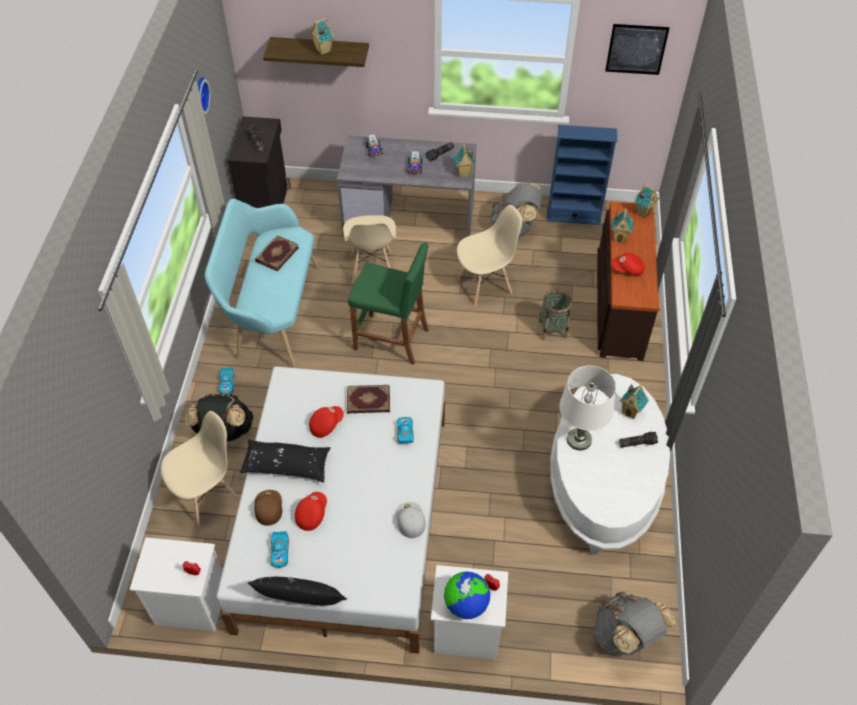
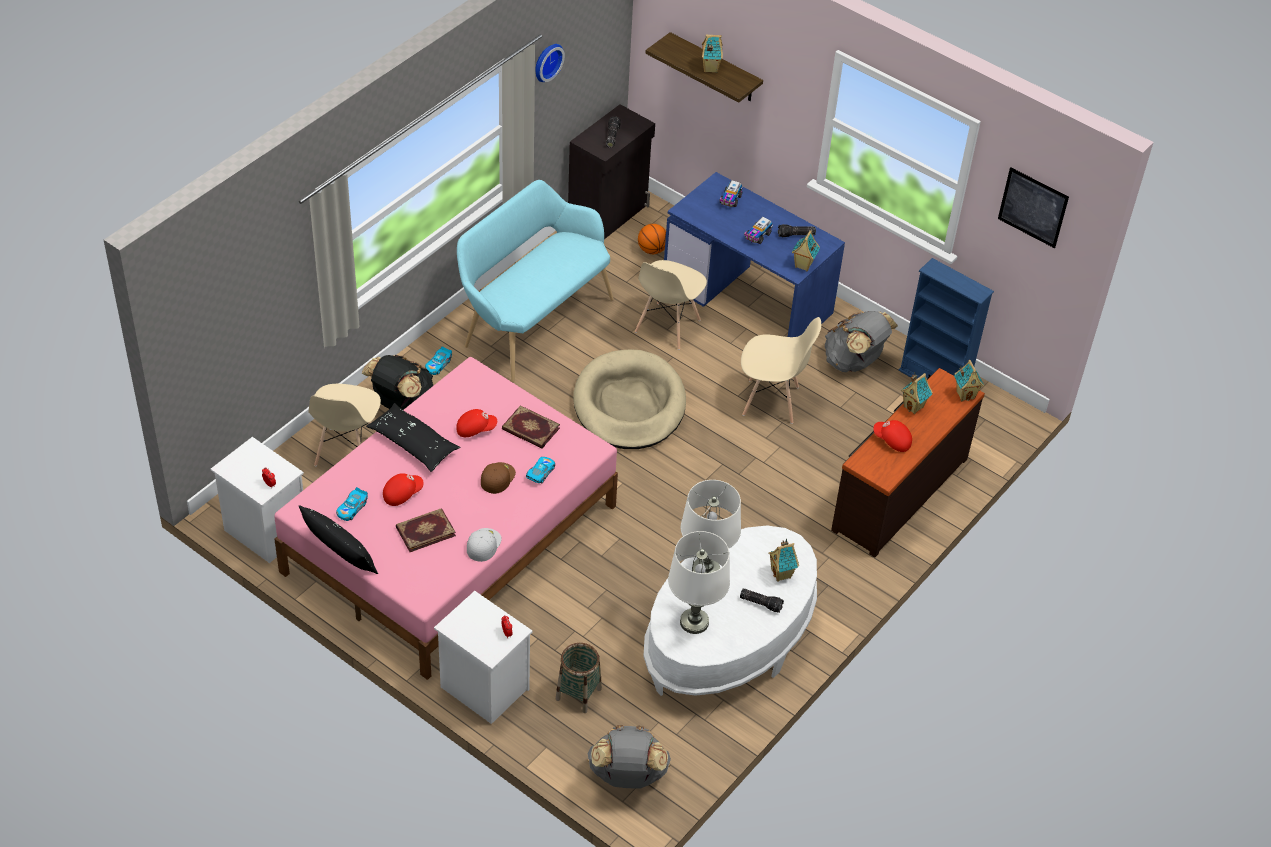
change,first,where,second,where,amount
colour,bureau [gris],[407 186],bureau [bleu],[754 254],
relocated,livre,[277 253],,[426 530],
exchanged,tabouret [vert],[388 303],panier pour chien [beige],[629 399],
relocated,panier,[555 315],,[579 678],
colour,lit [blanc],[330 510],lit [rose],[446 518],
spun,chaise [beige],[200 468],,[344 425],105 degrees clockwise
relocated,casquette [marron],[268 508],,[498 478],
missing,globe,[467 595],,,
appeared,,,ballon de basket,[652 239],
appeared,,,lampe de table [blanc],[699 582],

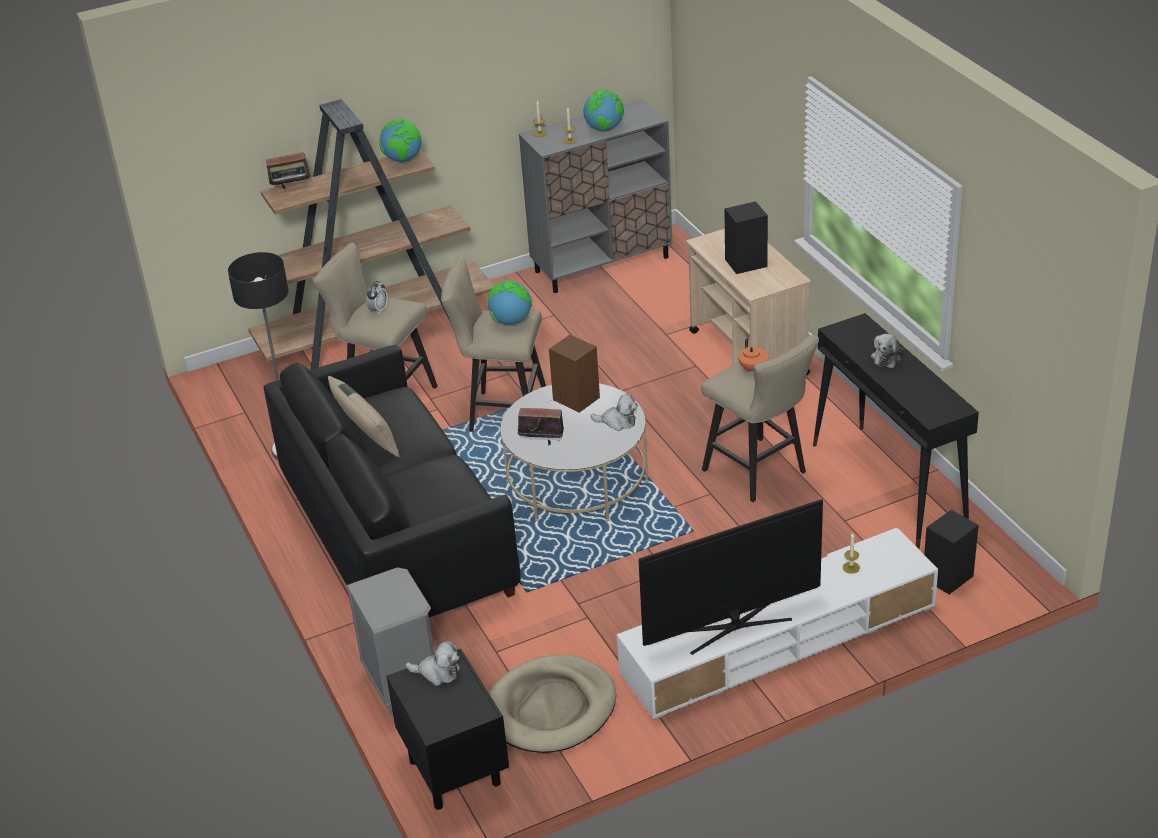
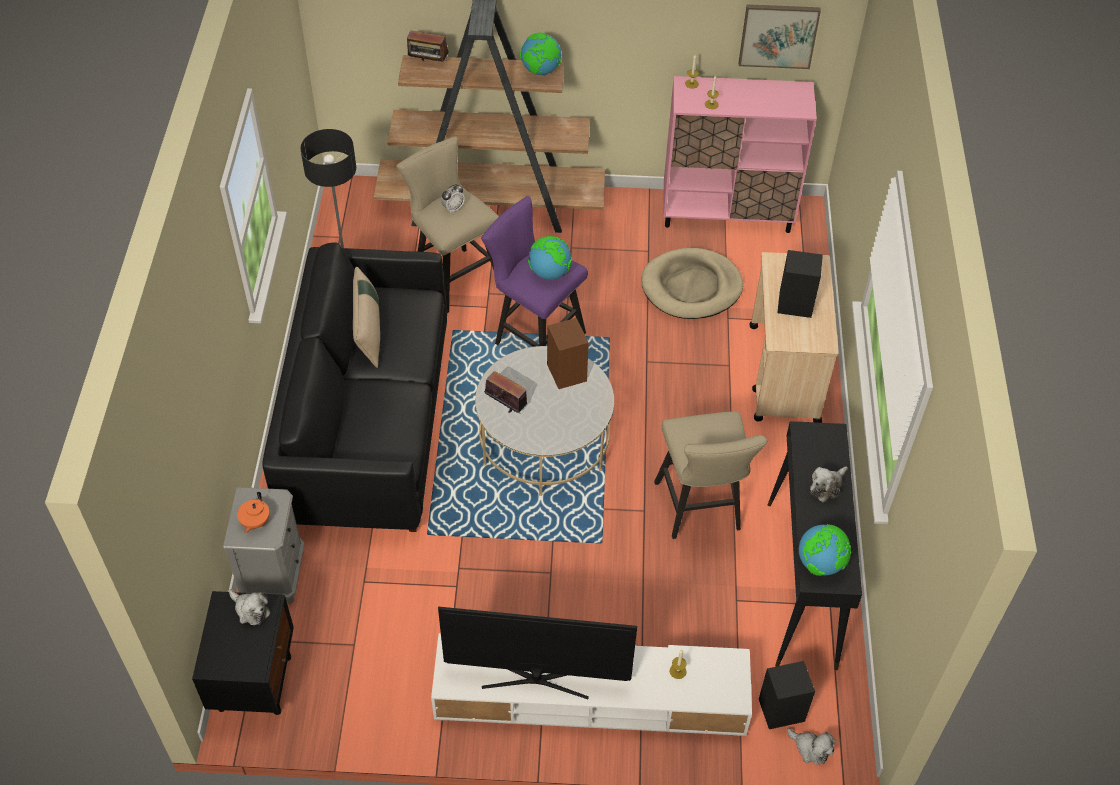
change,first,where,second,where,amount
relocated,globe,[603 111],,[825 550],
colour,meuble de rangement [gris],[595 196],meuble de rangement [rose],[740 154],
colour,tabouret [beige],[493 345],tabouret [violet],[534 271],
relocated,théière [orange],[753 354],,[253 513],
relocated,peluche,[614 412],,[811 746],
relocated,panier pour chien [beige],[552 704],,[692 283],
appeared,,,tableau,[780 36],

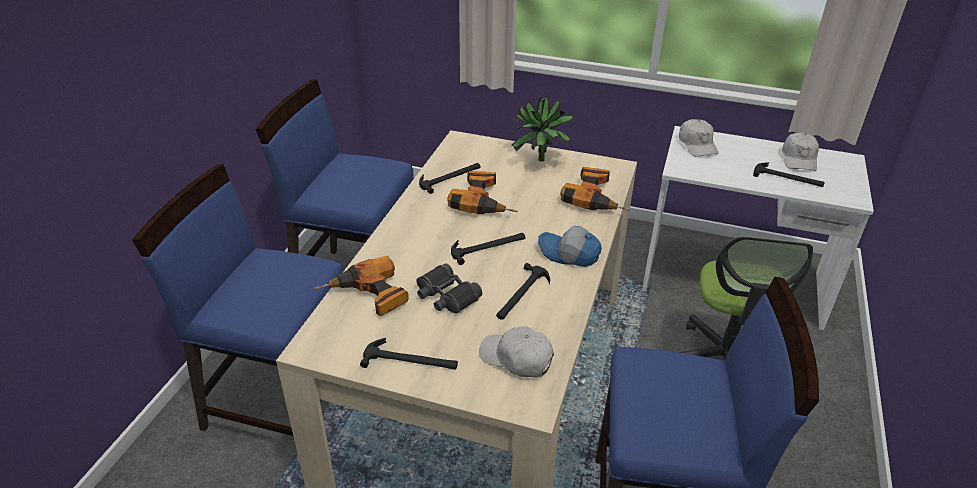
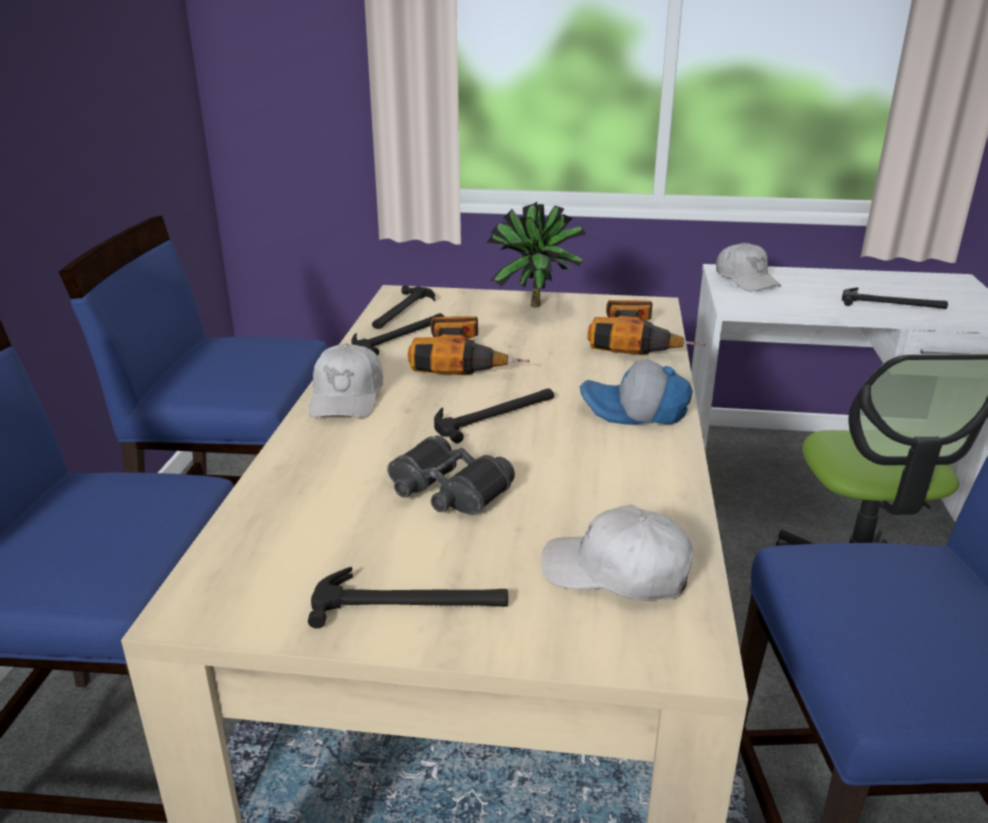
change,first,where,second,where,amount
relocated,casquette [blanc],[800 151],,[346 381],
missing,perceuse,[361 286],,,
relocated,marteau,[523 291],,[403 307],

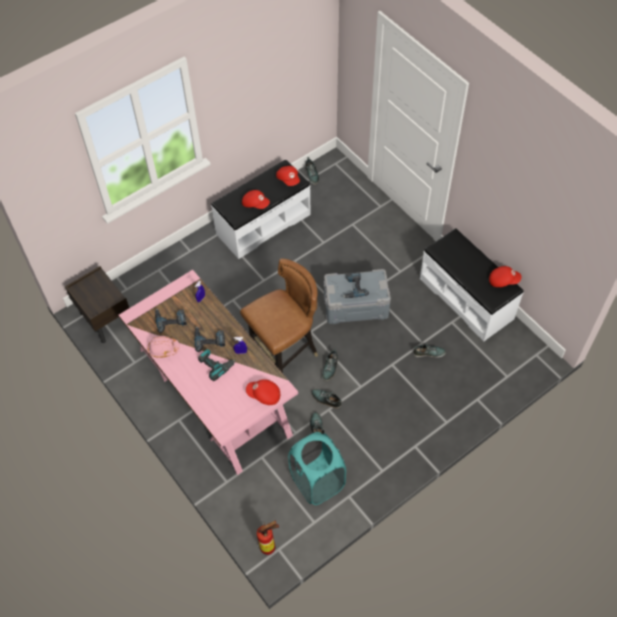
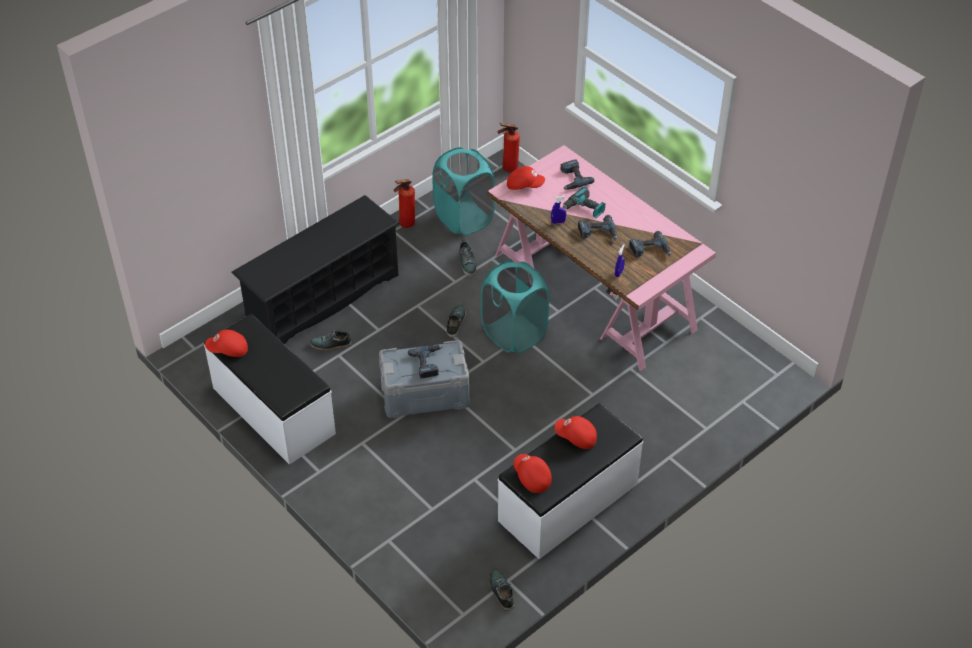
change,first,where,second,where,amount
exchanged,chaise [marron],[279 316],panier à linge [turquoise],[515 307],
missing,table de chevet [marron],[97 304],,,
missing,casque de chantier [rose],[164 347],,,
missing,chaussure,[326 399],,,
appeared,,,perceuse,[577 175],
appeared,,,extincteur,[404 203],
appeared,,,étagère à chaussures [noir],[315 269],

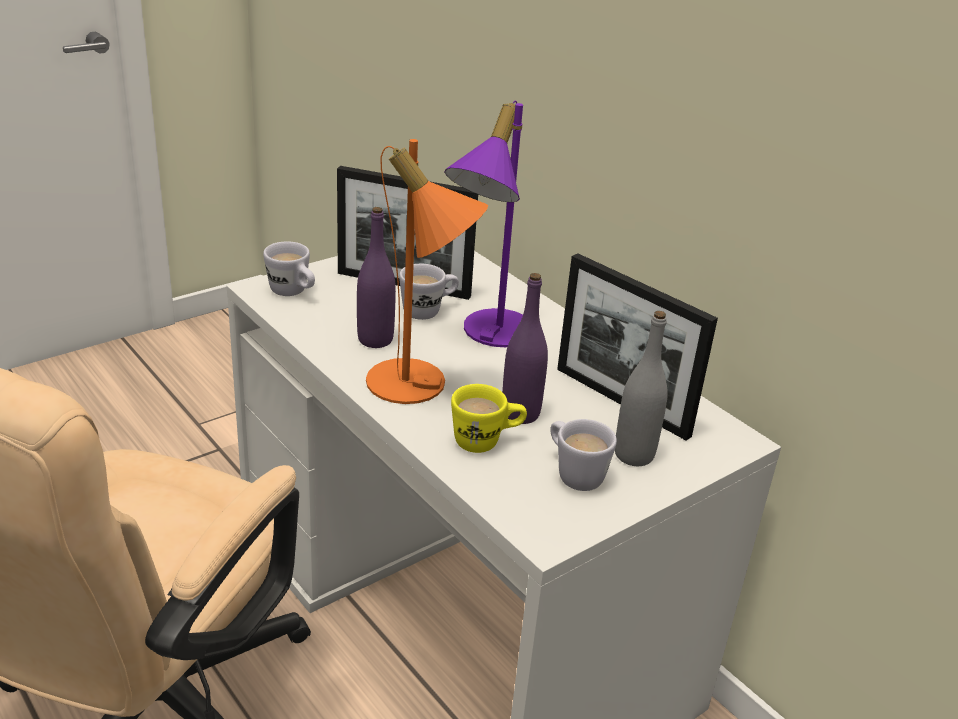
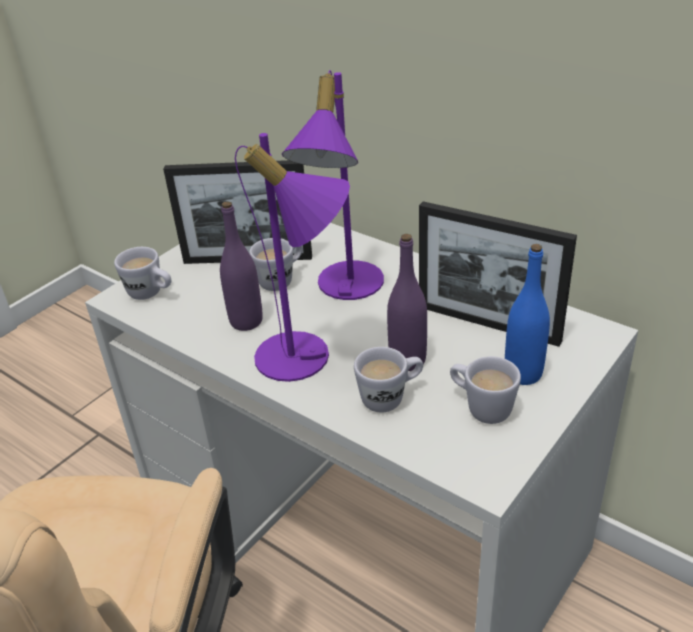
change,first,where,second,where,amount
colour,lampe de table [orange],[427 271],lampe de table [violet],[292 257],
colour,bouteille [gris],[641 388],bouteille [bleu],[527 314],
colour,mug [jaune],[489 418],mug [blanc],[388 379],

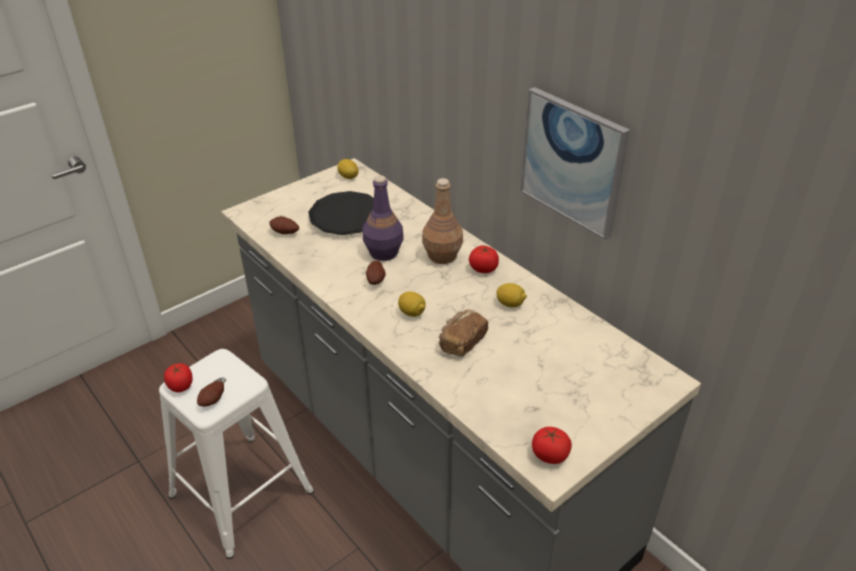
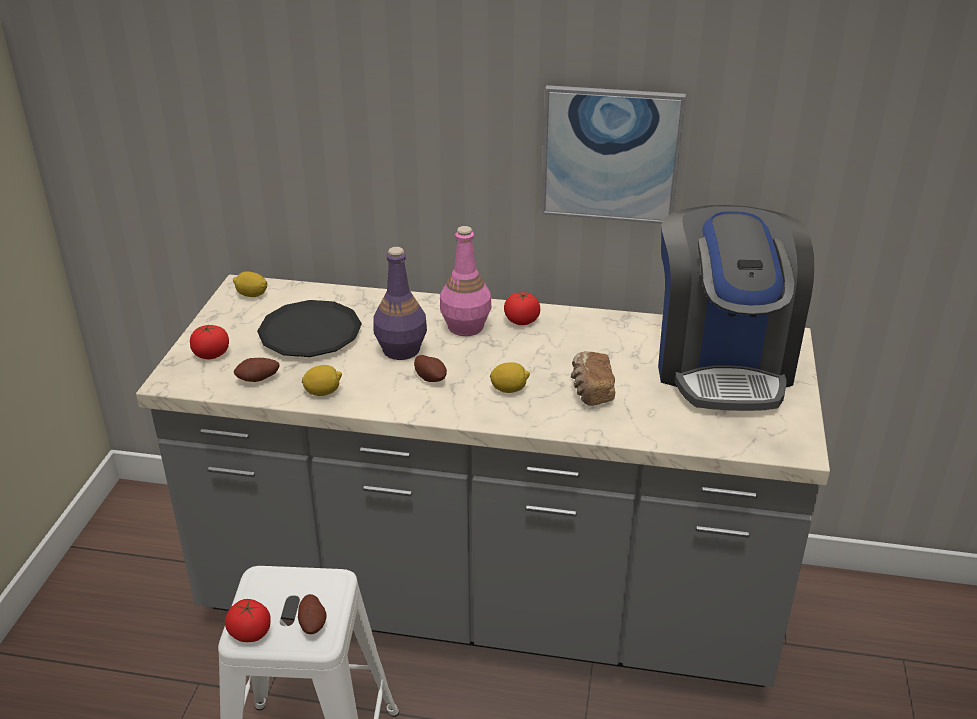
change,first,where,second,where,amount
colour,bouteille [marron],[442 221],bouteille [rose],[466 281],
relocated,citron,[511 295],,[322 380],
relocated,tomate,[552 445],,[209 341],
appeared,,,machine à café,[736 308],

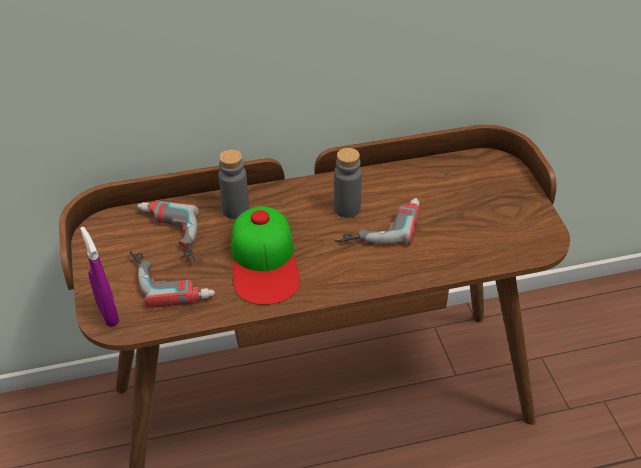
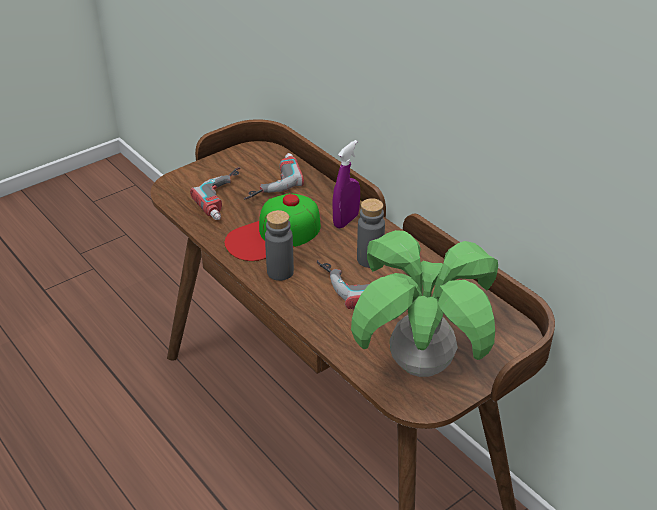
change,first,where,second,where,amount
relocated,bouteille [gris],[233 184],,[279 245],
relocated,vaporisateur [violet],[99 277],,[346 184],
appeared,,,plante en pot,[424 303],

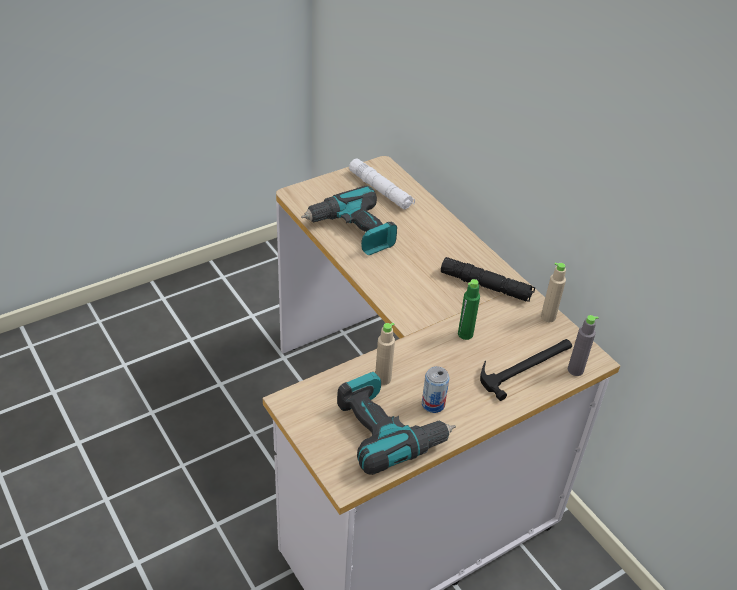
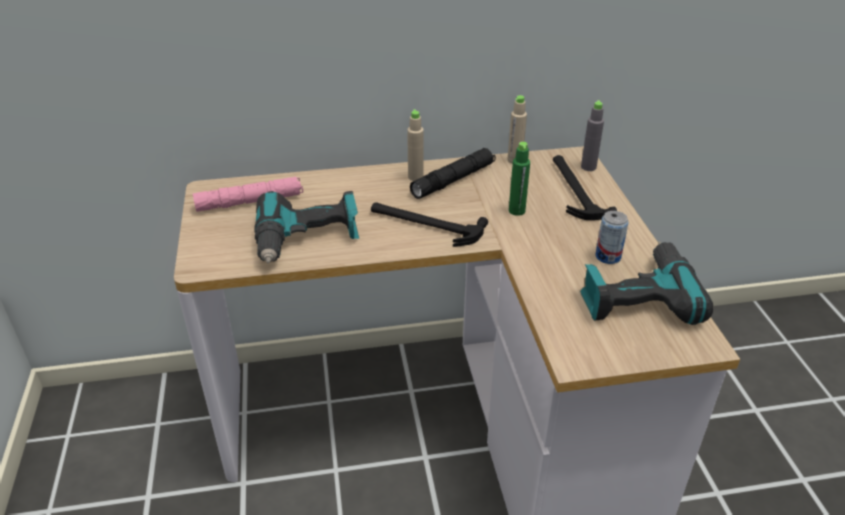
change,first,where,second,where,amount
colour,lampe de poche [blanc],[382 183],lampe de poche [rose],[248 194],
relocated,bouteille [beige],[385 354],,[415 145],
appeared,,,marteau,[429 224],

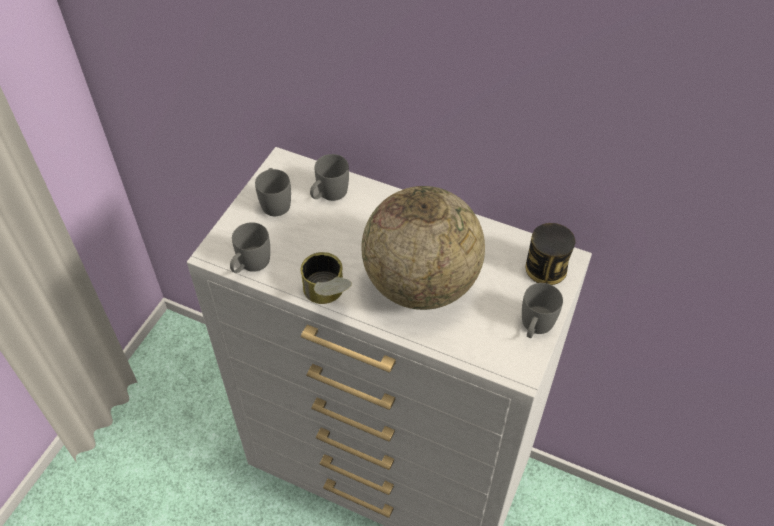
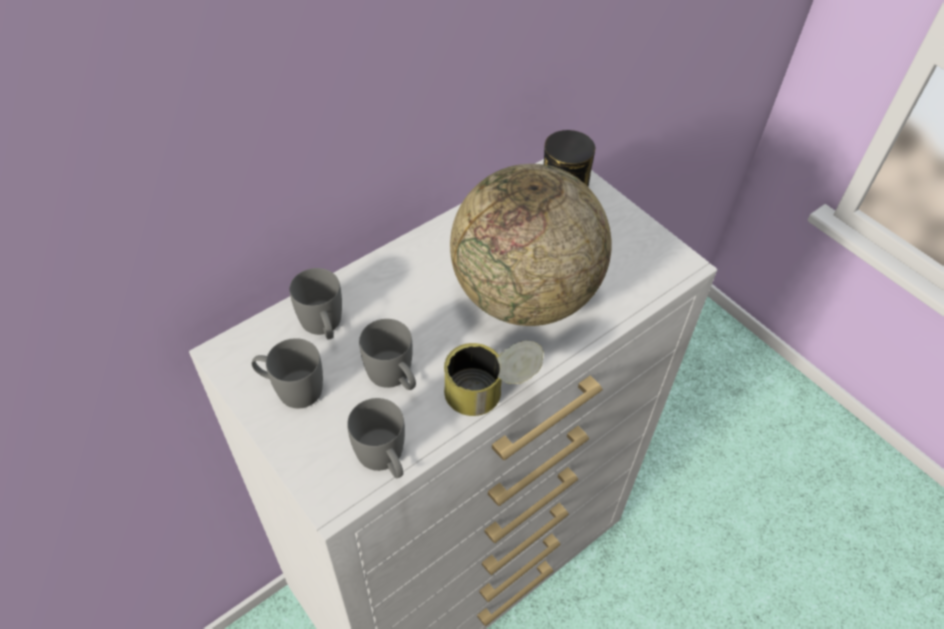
change,first,where,second,where,amount
relocated,mug [gris],[542 310],,[387 354],

